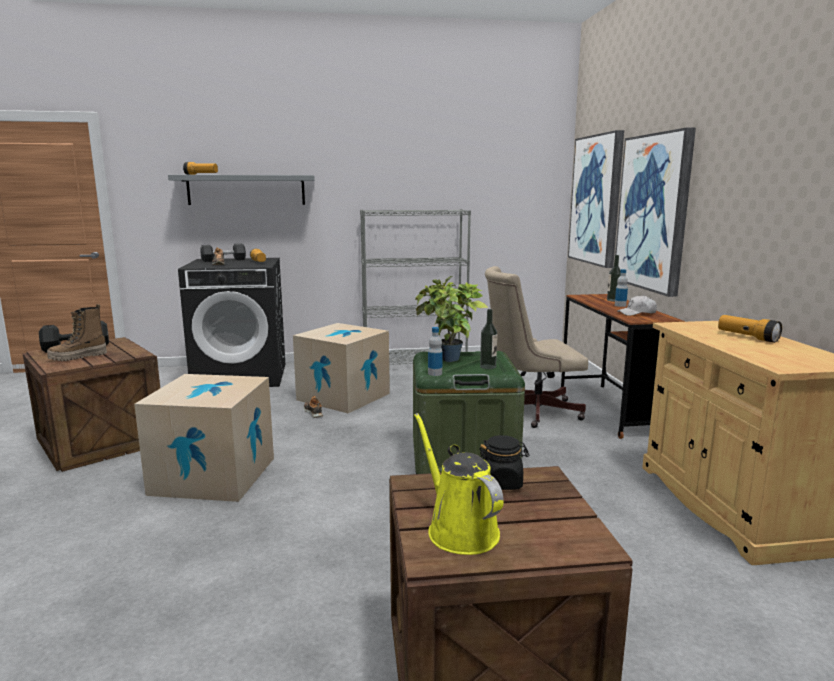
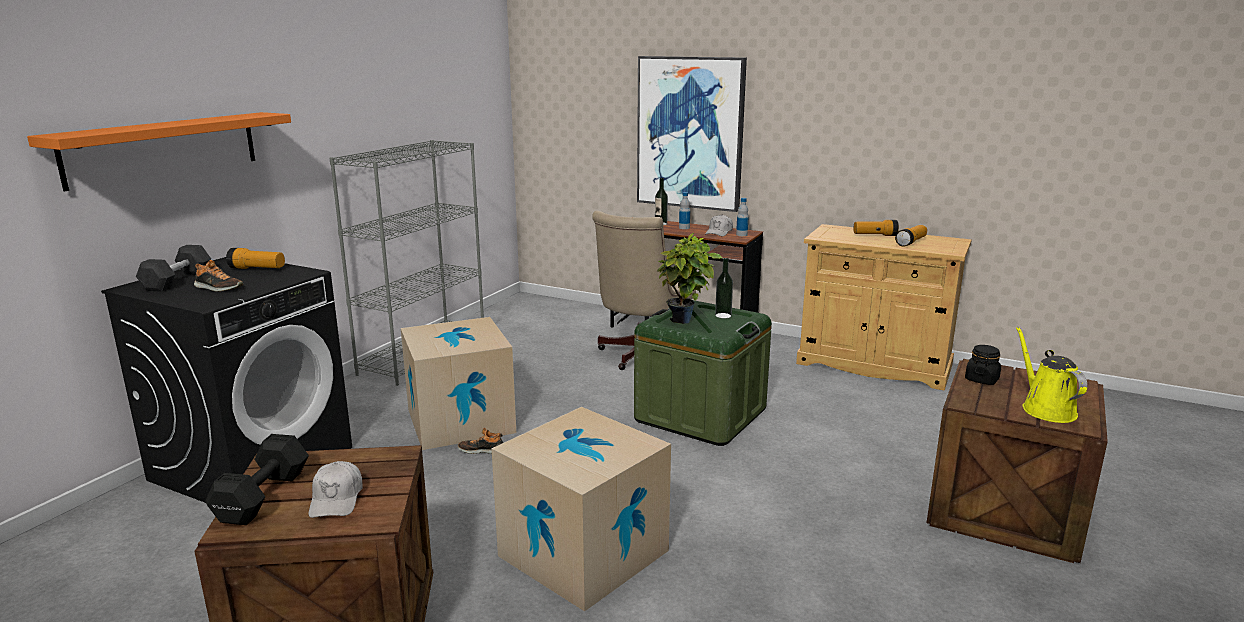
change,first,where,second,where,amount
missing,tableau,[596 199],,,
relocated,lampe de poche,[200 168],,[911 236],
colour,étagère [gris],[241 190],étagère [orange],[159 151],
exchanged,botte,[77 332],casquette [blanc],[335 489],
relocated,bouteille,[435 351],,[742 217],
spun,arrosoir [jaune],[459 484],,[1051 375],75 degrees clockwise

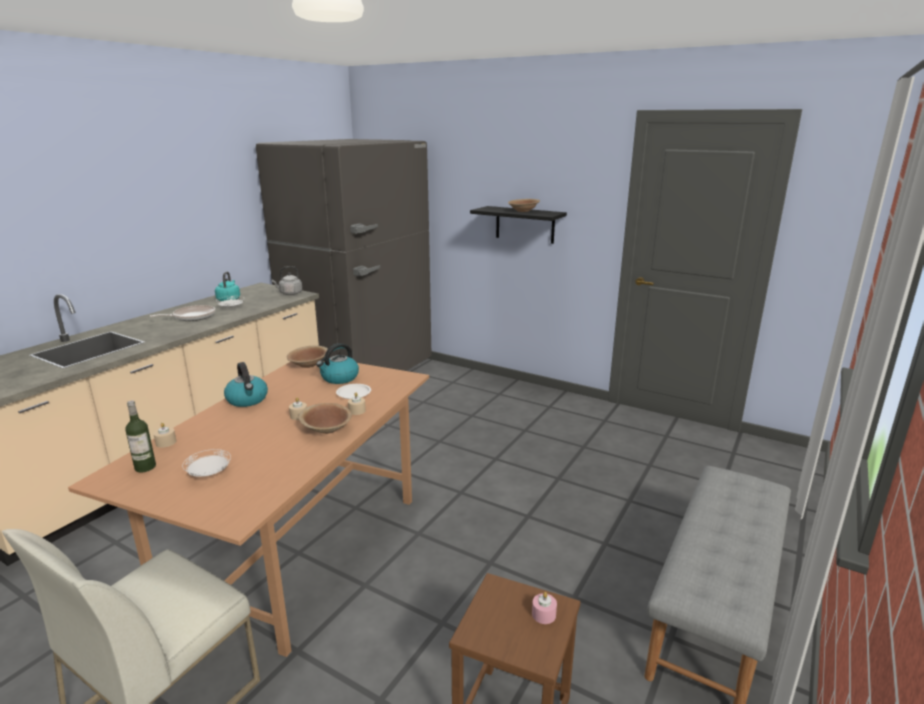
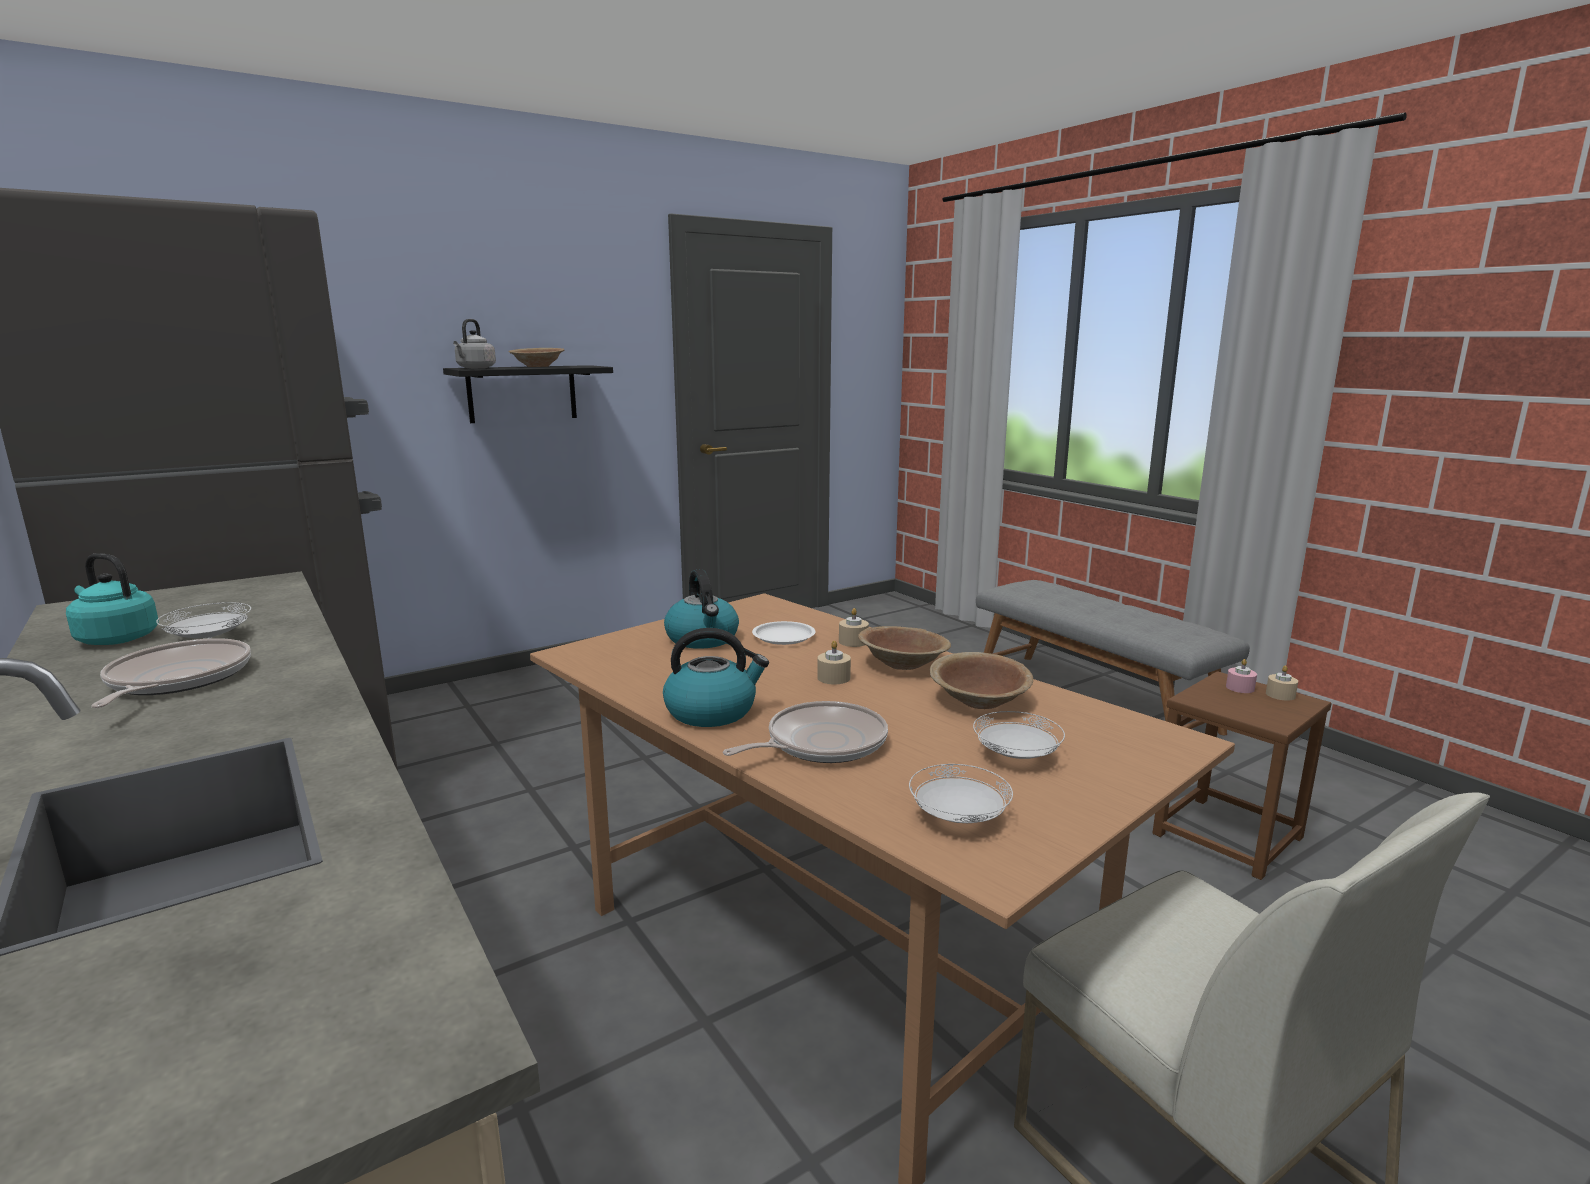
change,first,where,second,where,amount
relocated,bouilloire [gris],[287 280],,[474 344],
relocated,bol [marron],[307 357],,[981 680],
exchanged,bouteille,[140 436],assiette [blanc],[961 793],
relocated,bougie [beige],[165 435],,[1282 683],
appeared,,,poêle,[805 732],

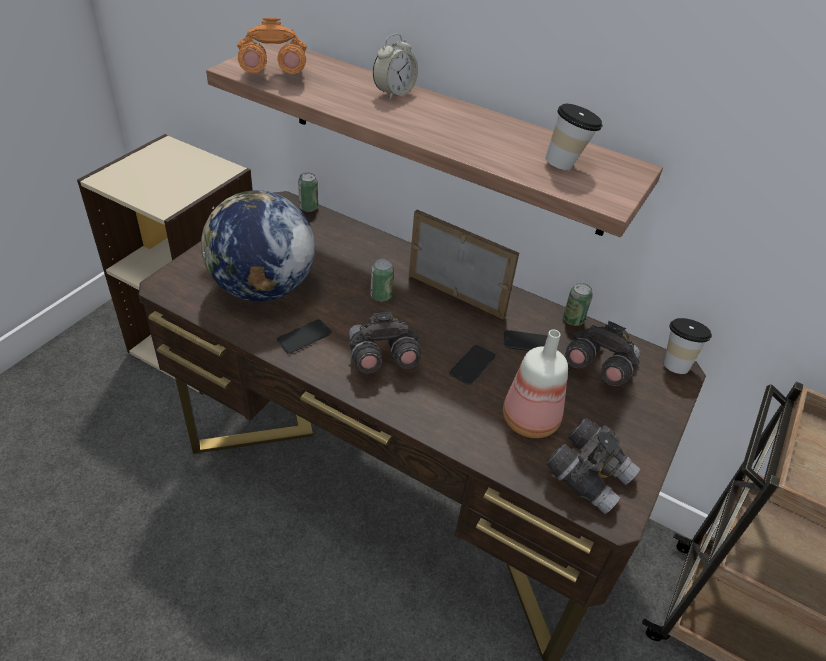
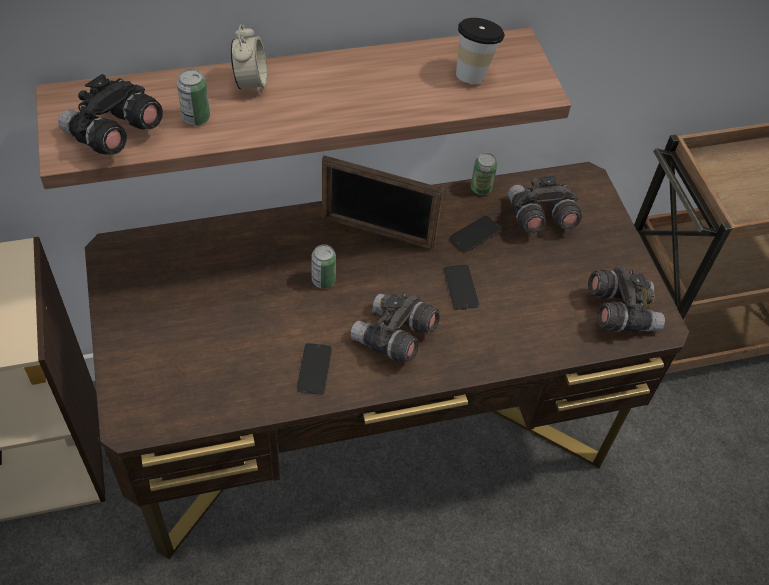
change,first,where,second,where,amount
colour,jumelles [orange],[272 46],jumelles [noir],[110 114],
relocated,boîte métallique,[308 192],,[193 97],
missing,globe,[258 245],,,
spun,cadre photo,[464 264],,[383 202],150 degrees counterclockwise
missing,tasse,[688 346],,,
missing,bouteille,[535 383],,,

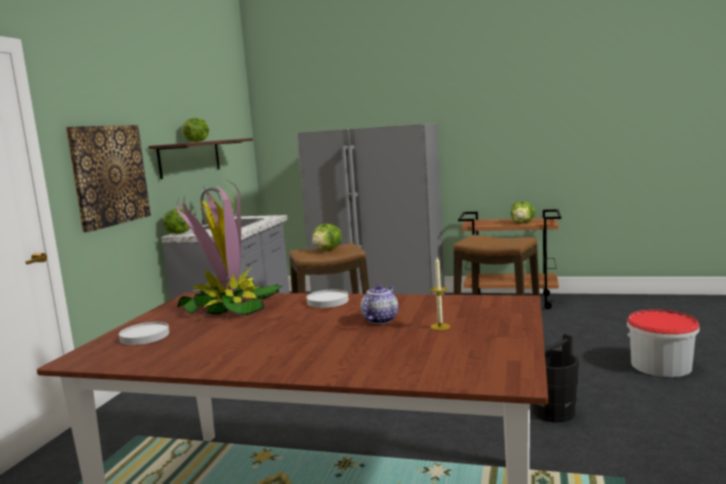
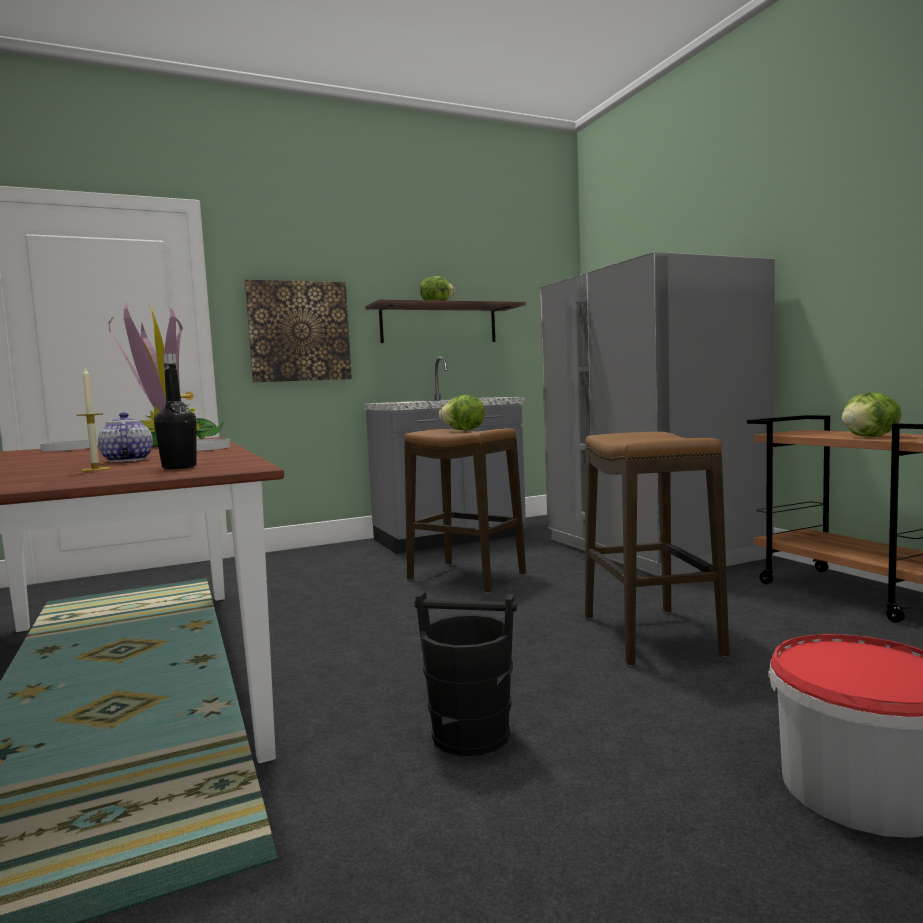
change,first,where,second,where,amount
missing,laitue,[179 221],,,
spun,théière,[379 304],,[125 437],105 degrees counterclockwise
appeared,,,bouteille [noir],[175 411],

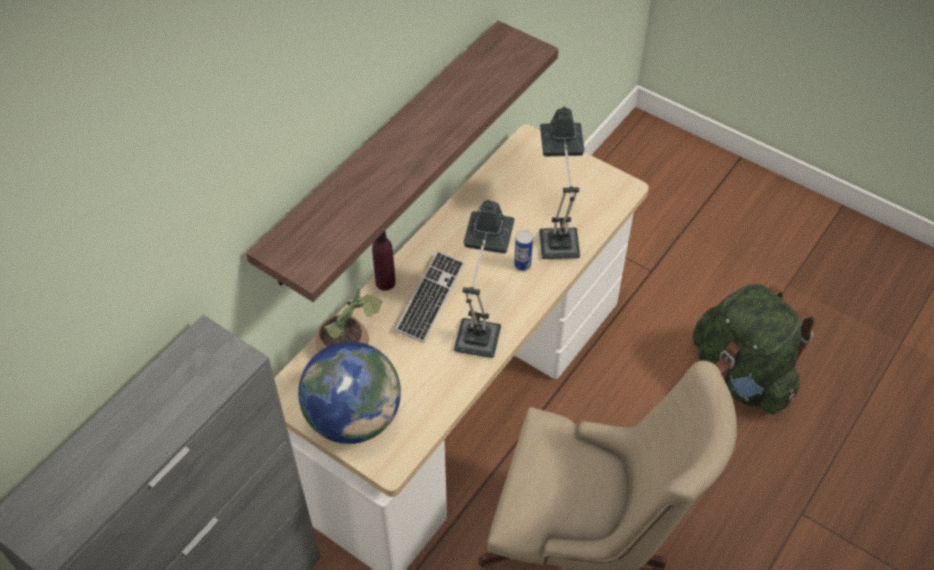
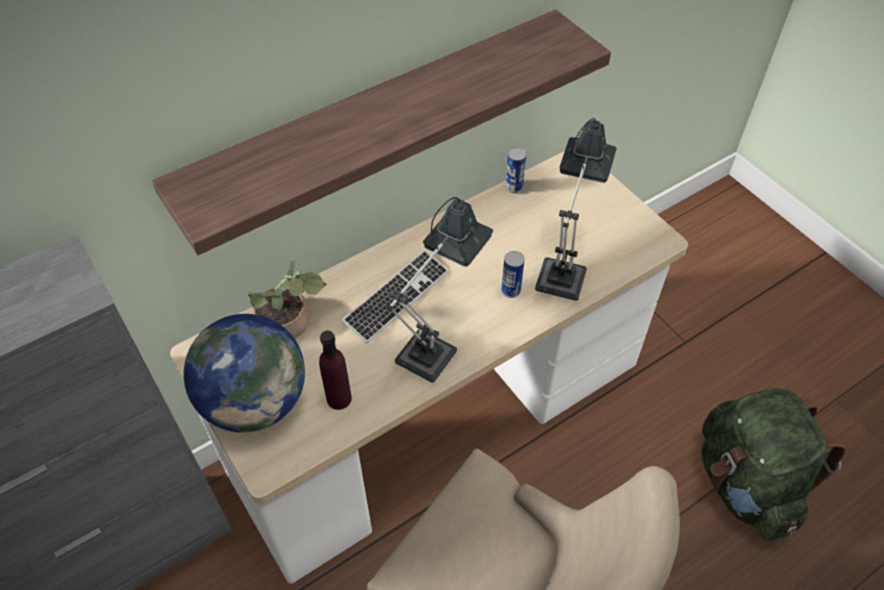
change,first,where,second,where,amount
relocated,bouteille [violet],[384 261],,[335 370],
appeared,,,boîte métallique,[515 170],

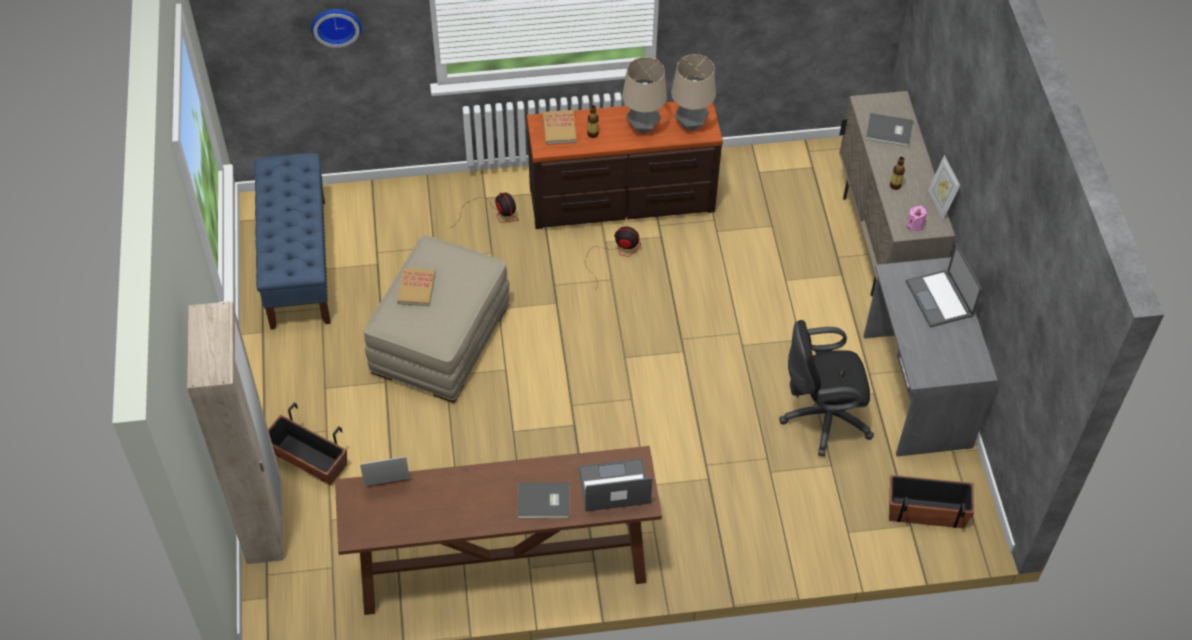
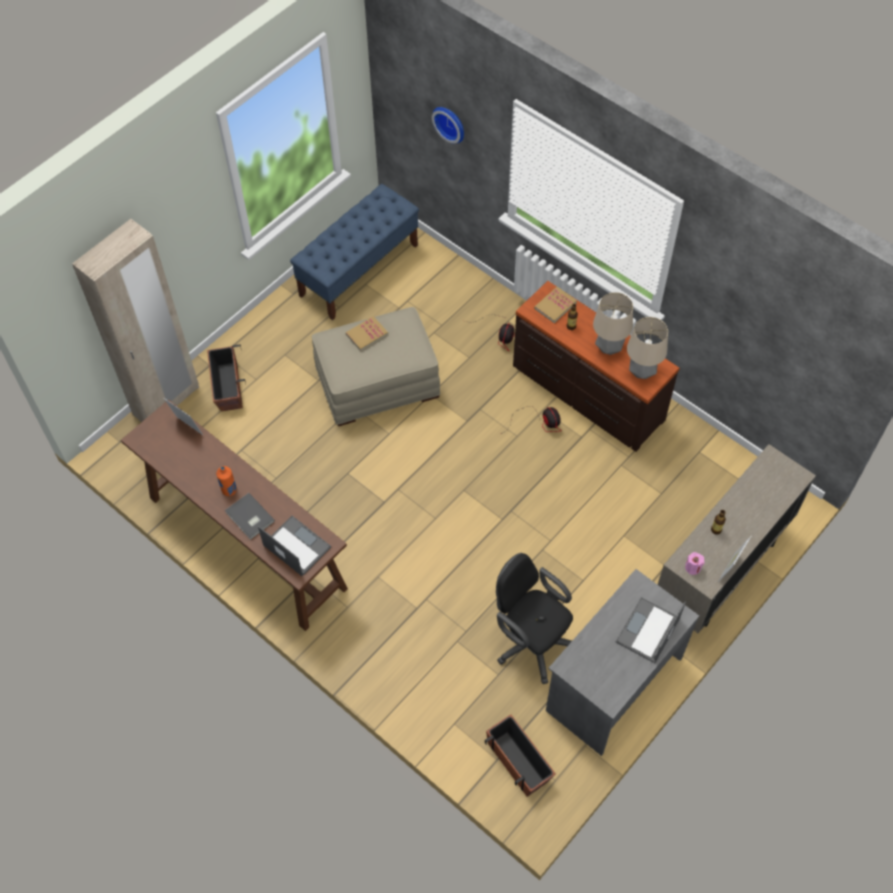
change,first,where,second,where,amount
missing,livre [gris],[889 129],,,
appeared,,,bouteille [orange],[226 481],

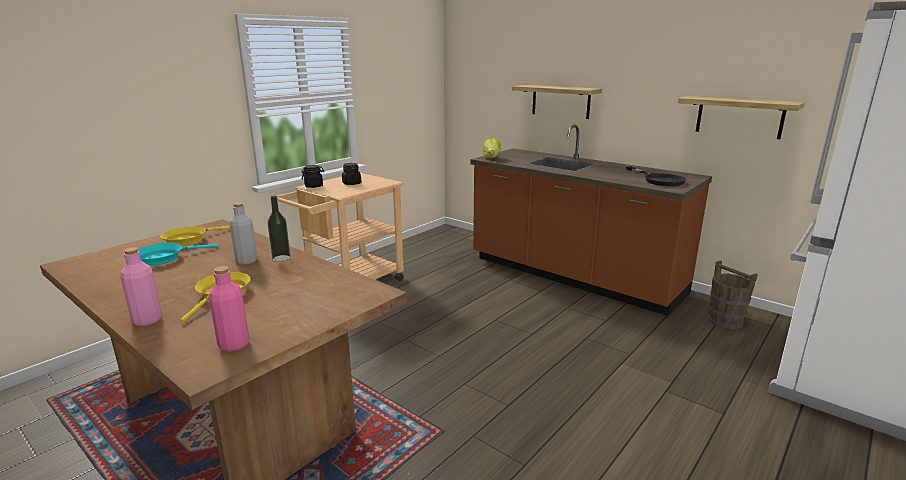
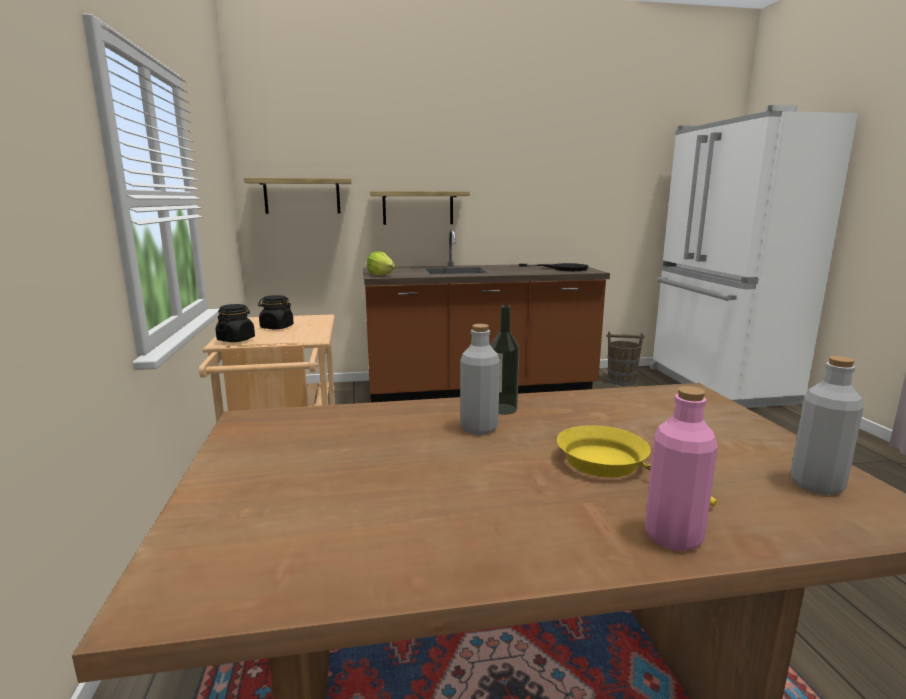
change,first,where,second,where,amount
relocated,étagère,[741 117],,[297 196],
missing,poêle [jaune],[195 235],,,
missing,poêle [turquoise],[178 254],,,
colour,bouteille [rose],[229 309],bouteille [gris],[827 425],

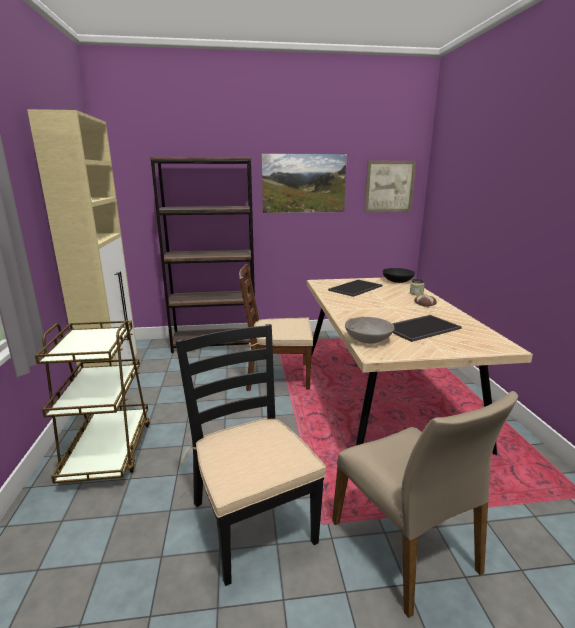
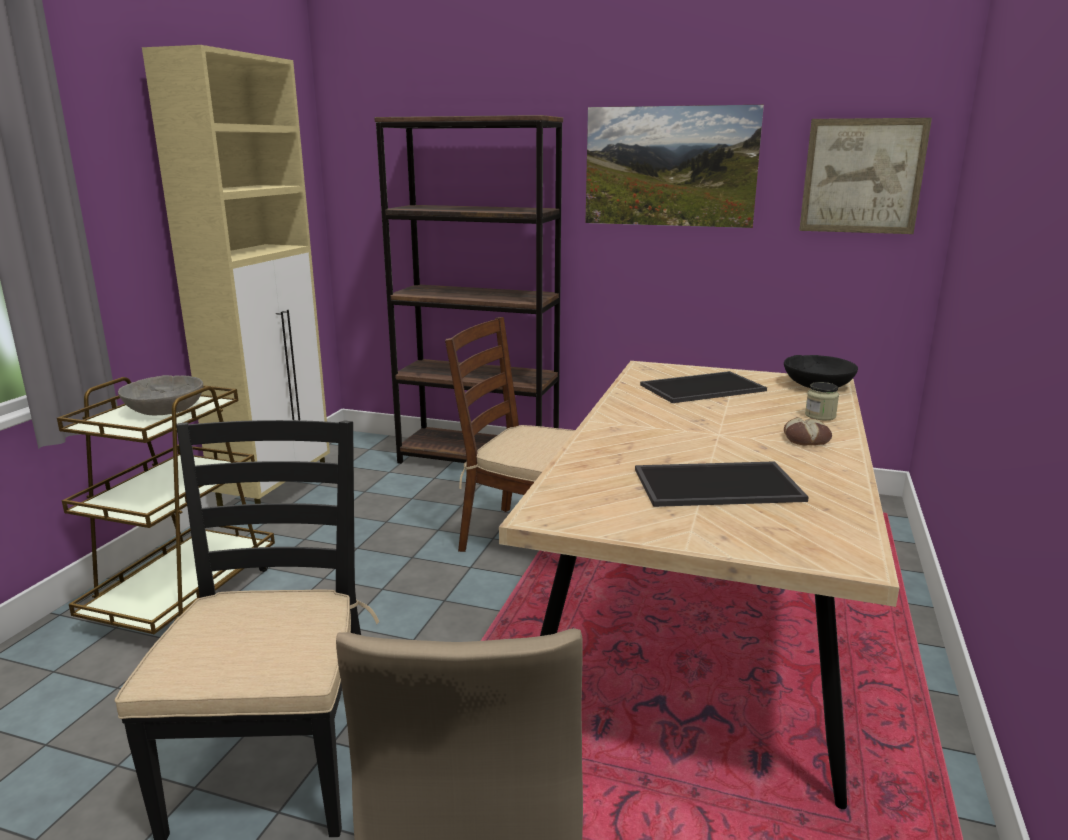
change,first,where,second,where,amount
relocated,bol [gris],[369 330],,[160 395],

